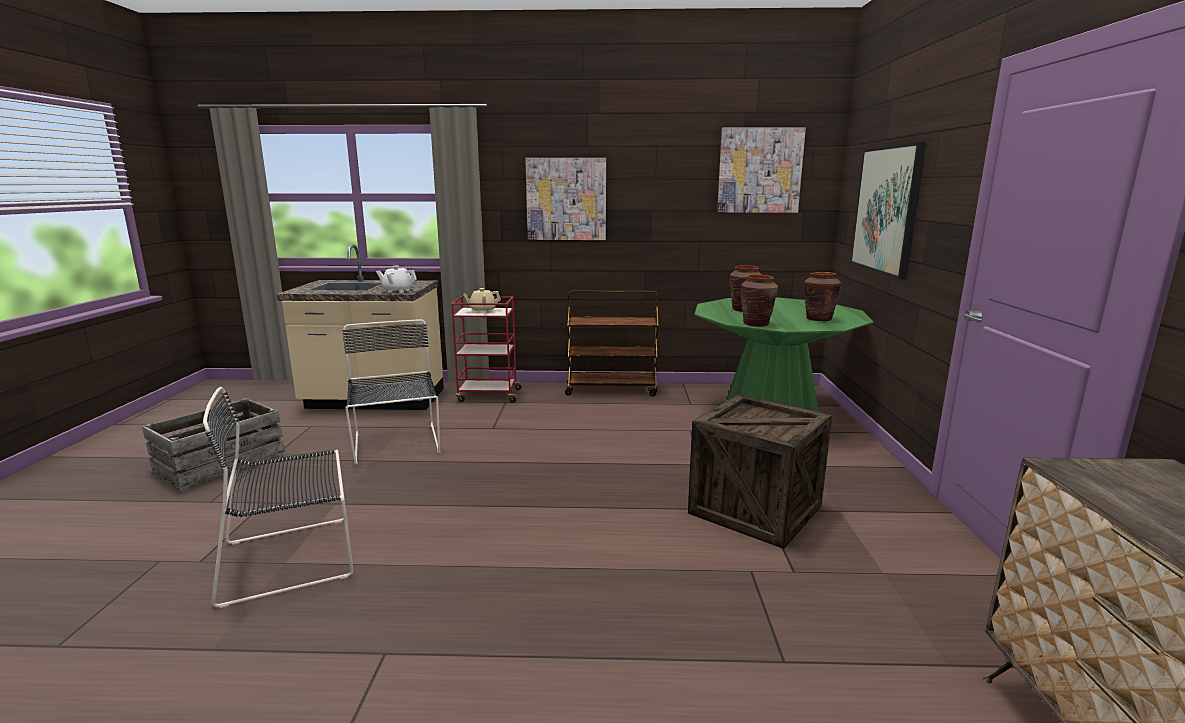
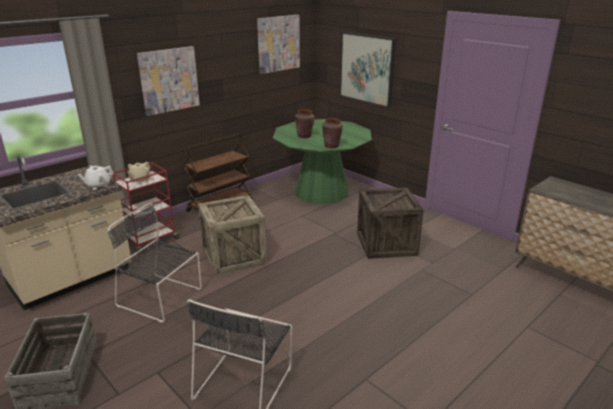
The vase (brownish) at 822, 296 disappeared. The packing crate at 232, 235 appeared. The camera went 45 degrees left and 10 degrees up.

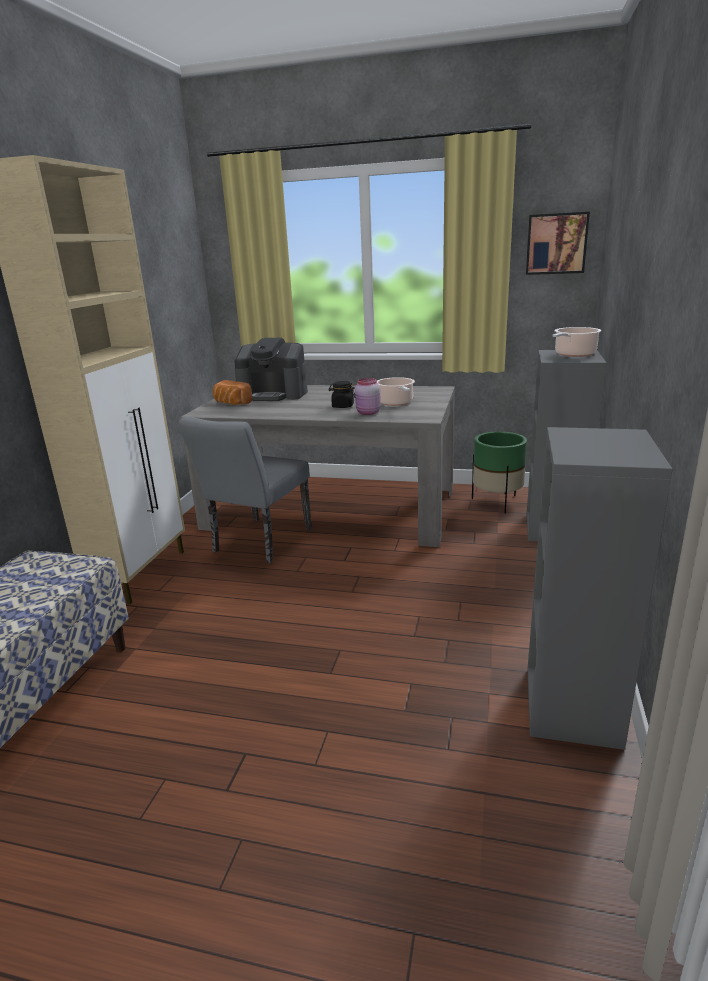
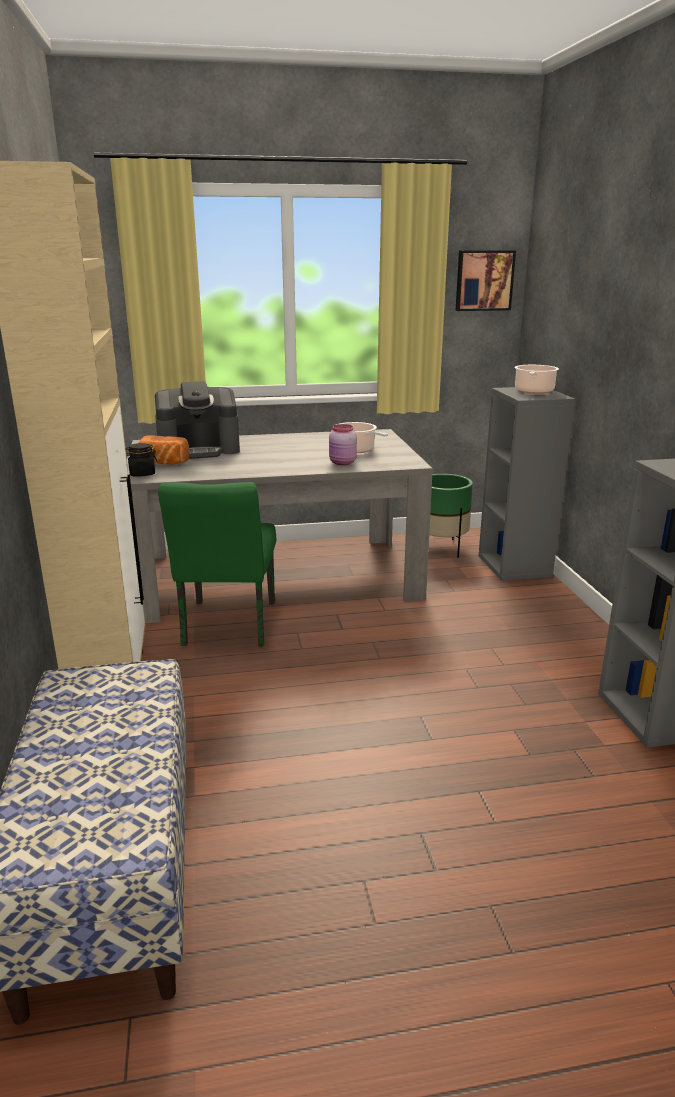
The jar (blackish) moved from 341, 394 to 142, 459. The upright chair (gray) at 245, 490 became the upright chair (greenish) at 217, 564. The camera went 25 degrees left and 0 degrees up.

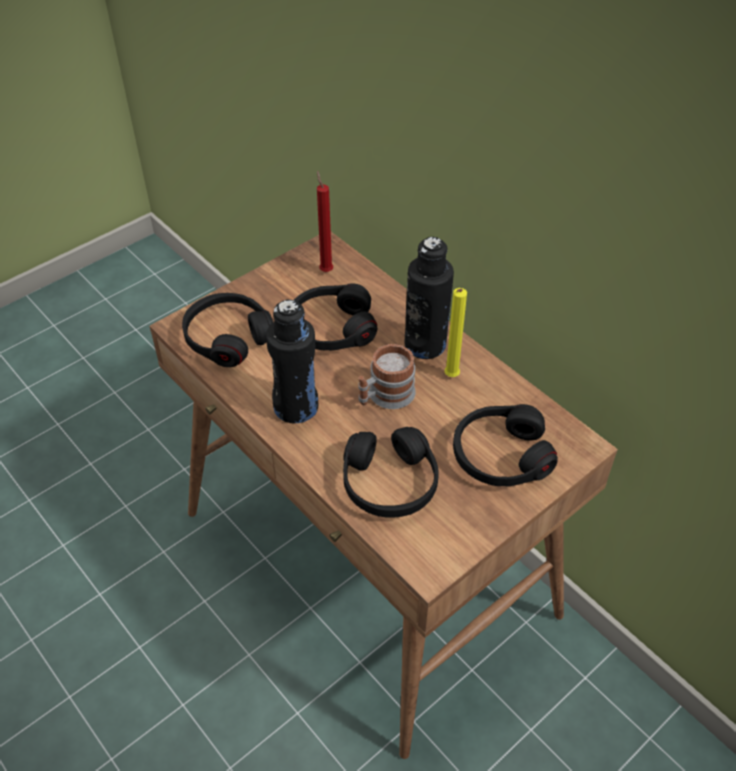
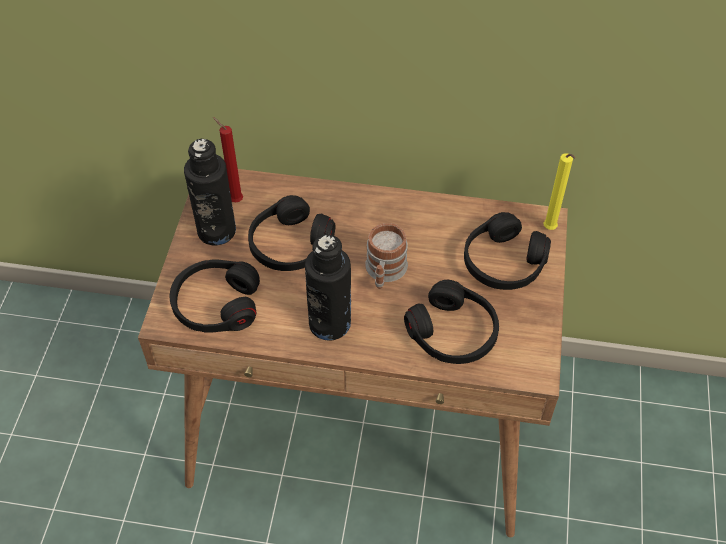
The bottle (blackish) moved from 429, 298 to 210, 192. The wax light (yellow) moved from 455, 332 to 559, 191. The camera went 40 degrees left and 5 degrees up.

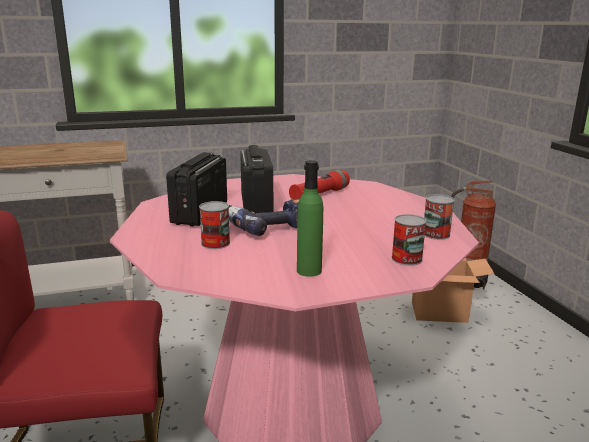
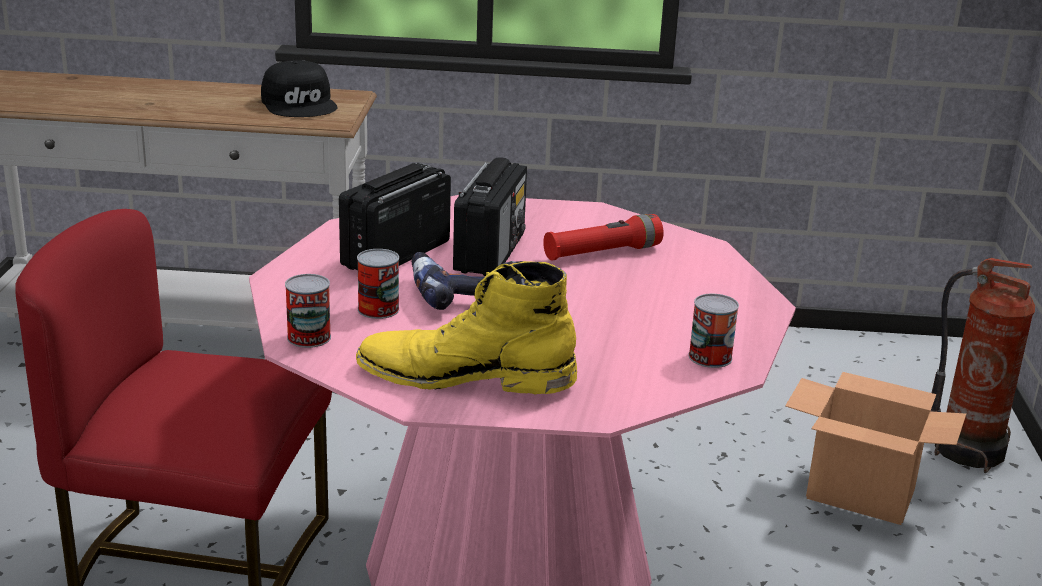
The peaked cap (blackish) at 299, 88 appeared. The can moved from 409, 240 to 308, 311. The bottle (greenish) at 310, 218 was replaced by the high-top boot (yellow) at 466, 328. The camera went 20 degrees right and 5 degrees up.

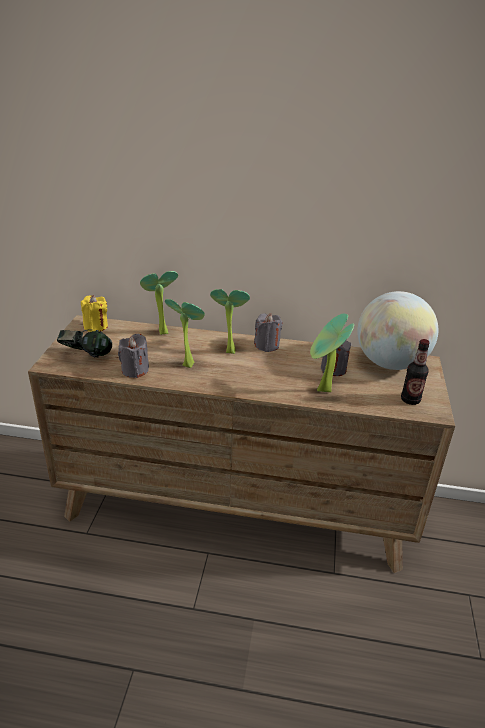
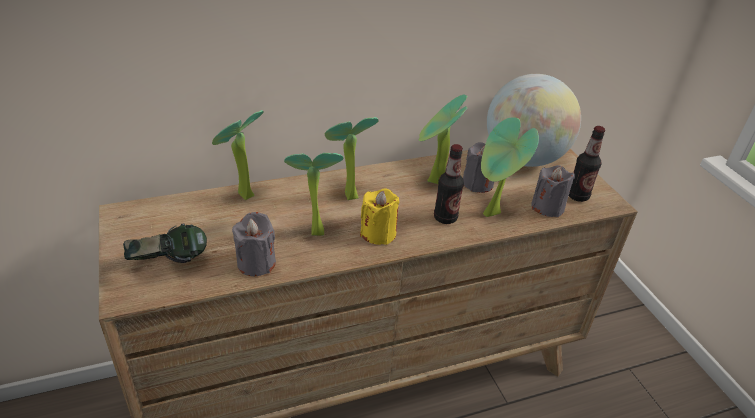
The plant in a pot at 443, 139 appeared. The bottle at 449, 184 appeared. The wax light (yellow) moved from 94, 313 to 380, 216. The wax light (gray) moved from 268, 333 to 553, 191. The camera went 30 degrees left and 5 degrees up.

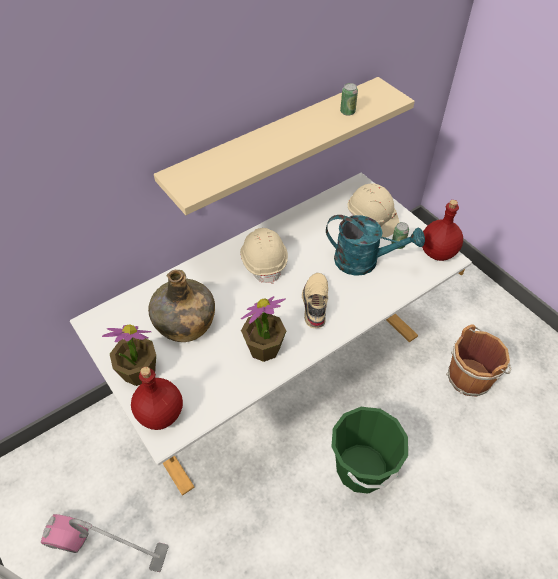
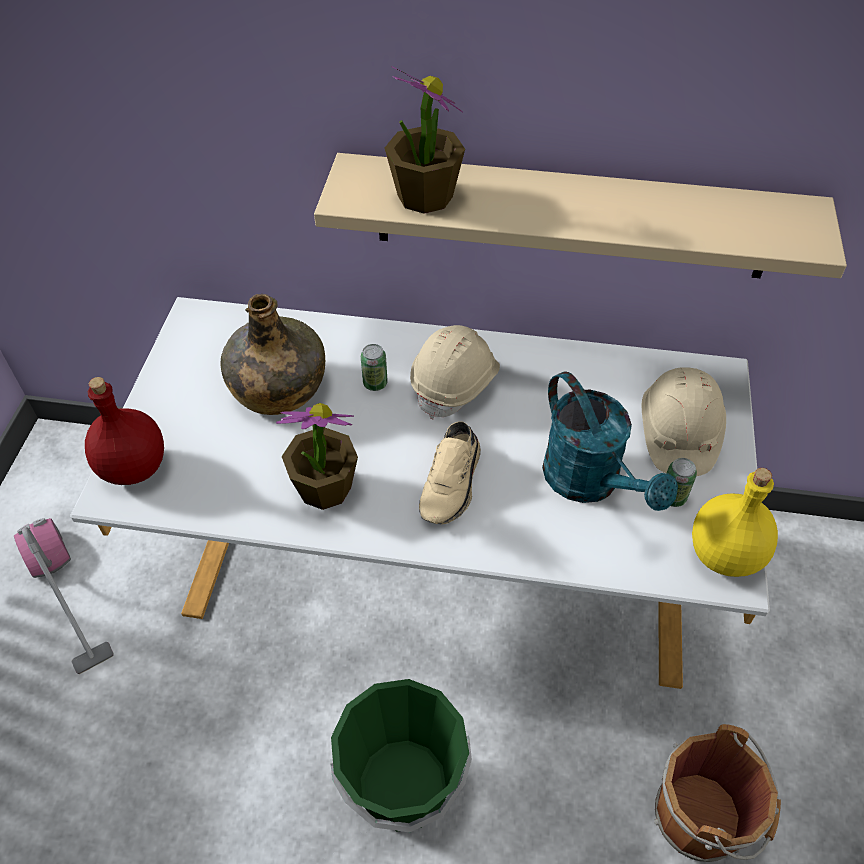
The plant in a pot moved from 129, 355 to 425, 140. The can moved from 349, 99 to 374, 367. The bottle (red) at 442, 230 became the bottle (yellow) at 735, 522. The shoe (beige) at 315, 300 turned 150 degrees clockwise. The camera went 45 degrees right and 0 degrees up.

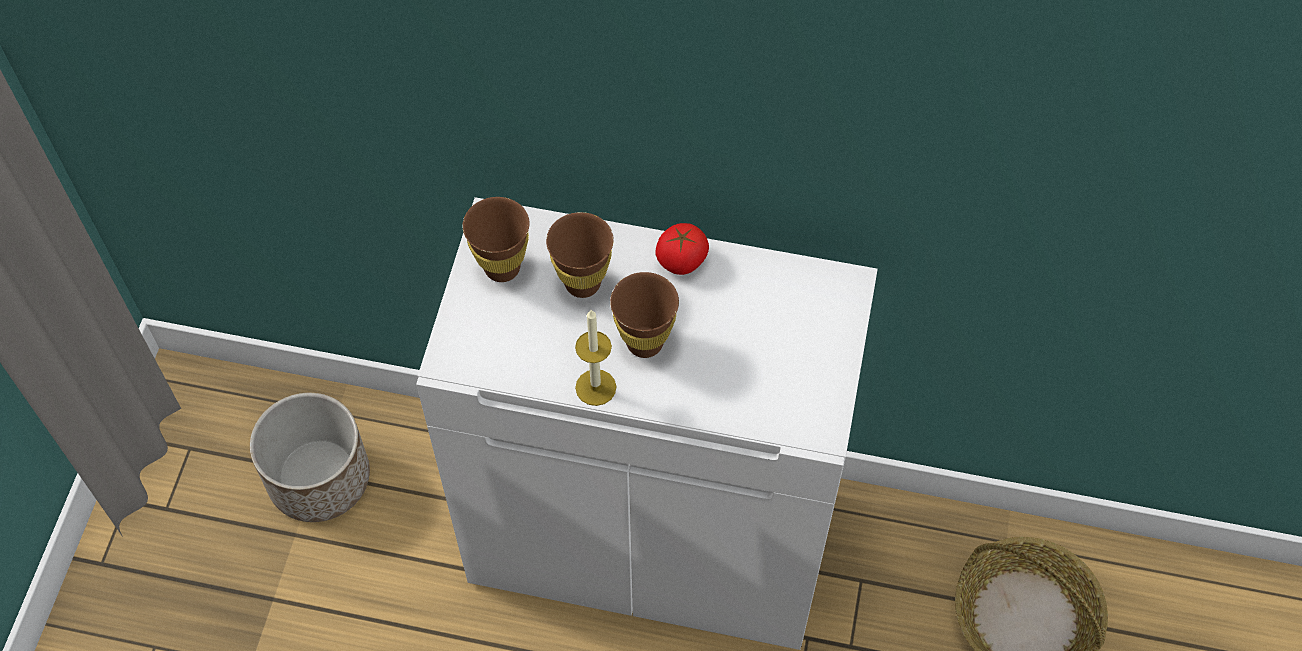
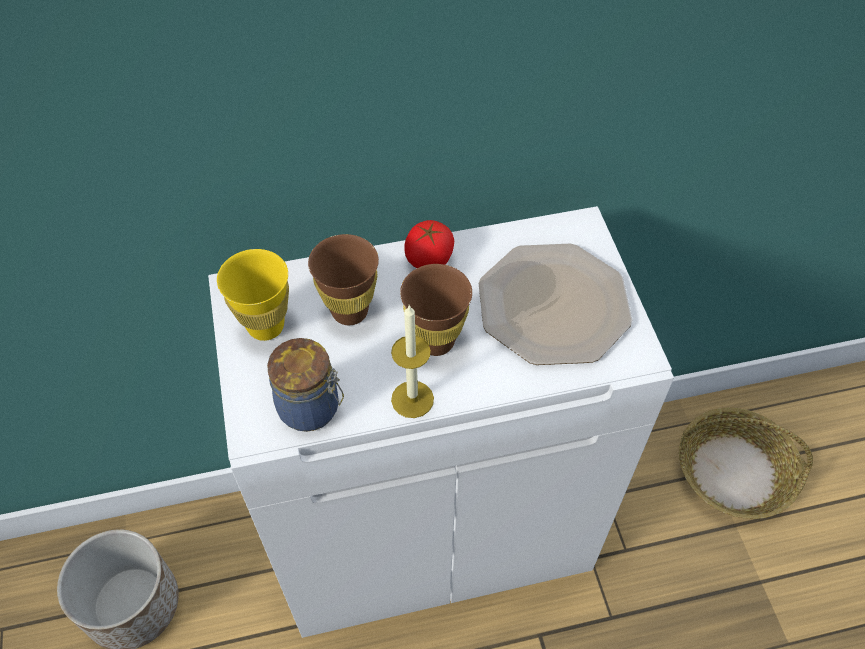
The jar at 305, 385 appeared. The flat dish at 556, 304 appeared. The drinking cup (brownish) at 496, 239 became the drinking cup (yellow) at 253, 295. The camera went 25 degrees left and 5 degrees down.

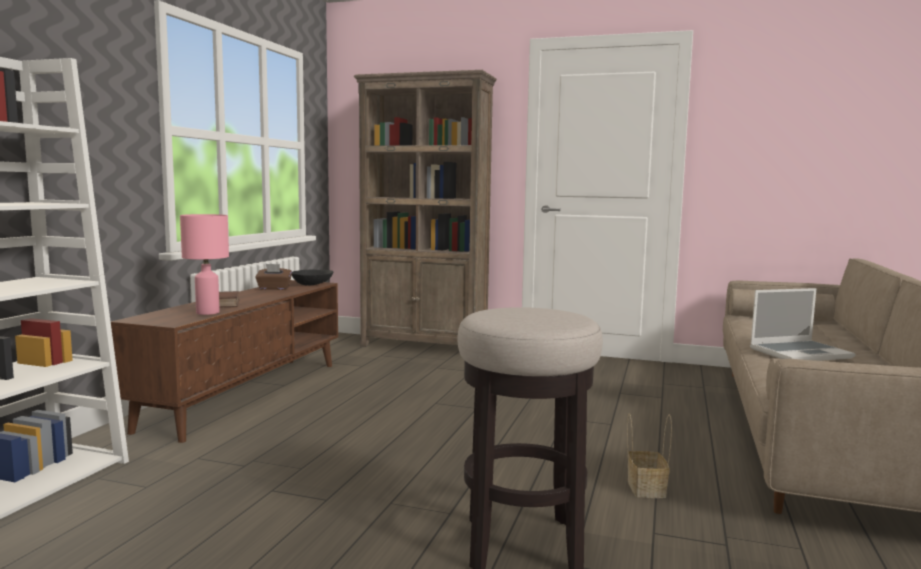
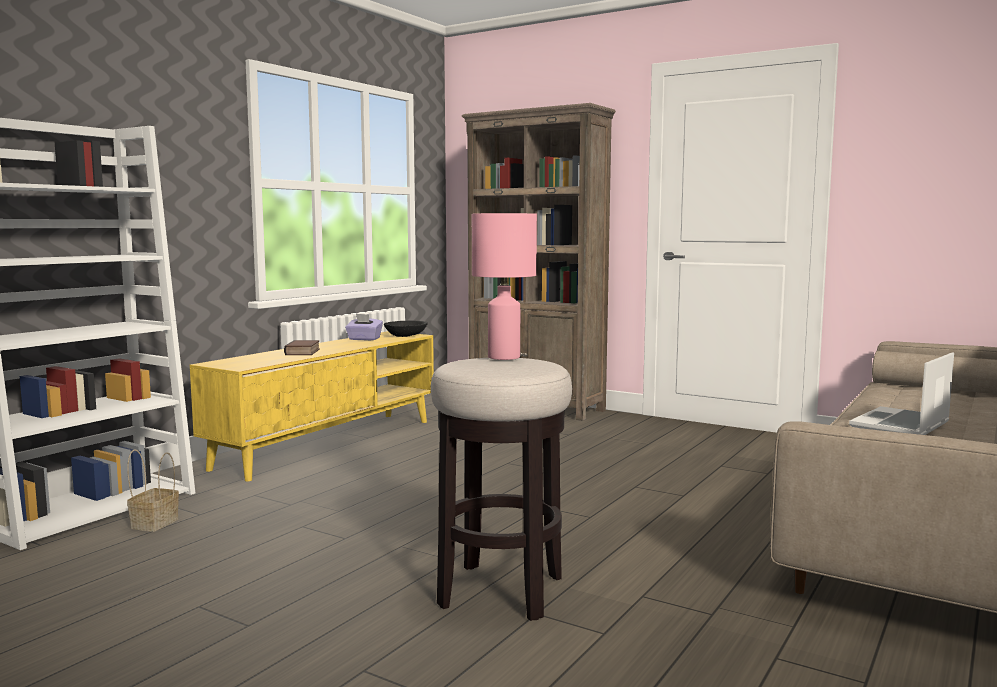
The table lamp (pink-coloured) moved from 204, 264 to 504, 286. The storage basket moved from 649, 455 to 153, 490. The tv unit (brownish) at 224, 361 became the tv unit (yellow) at 312, 406. The tissue box (brownish) at 273, 277 became the tissue box (purple-coloured) at 364, 327. The laptop at 803, 324 turned 135 degrees clockwise. The camera went 15 degrees right and 0 degrees up.

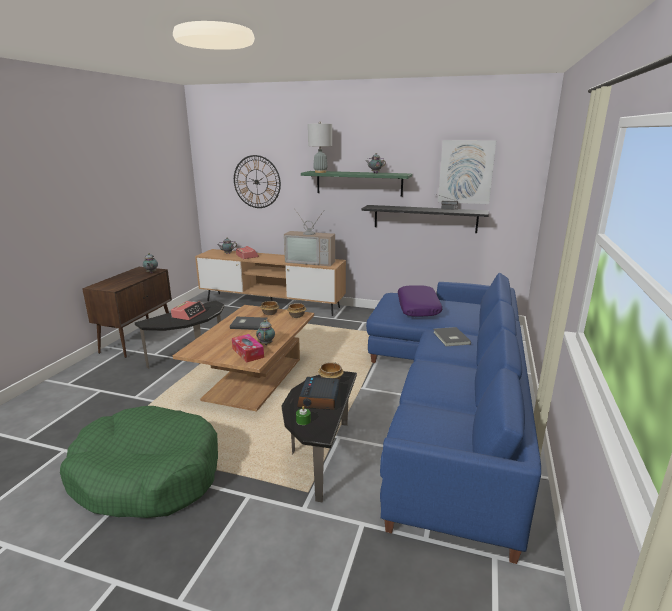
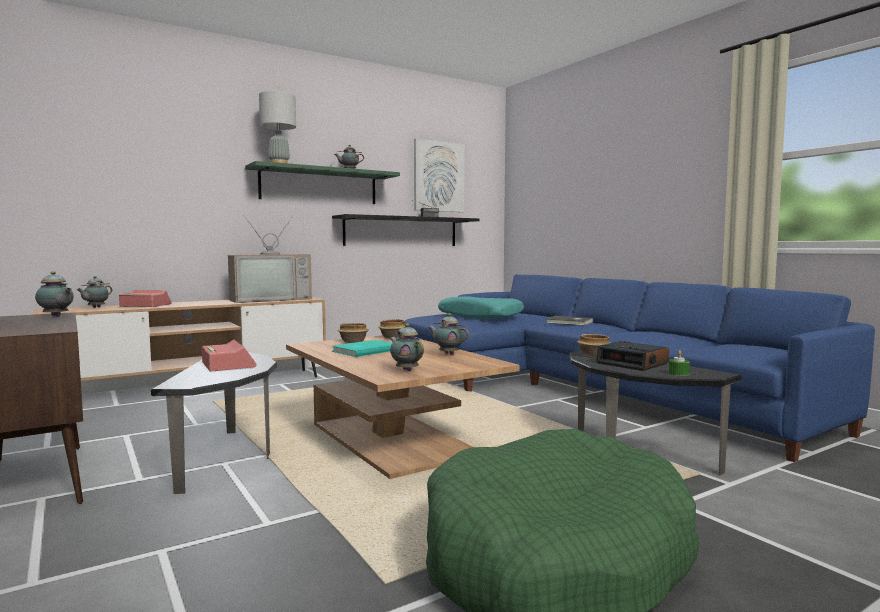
The tissue box at 248, 348 disappeared. The clock on the wall at 257, 181 disappeared. The teapot at 407, 347 appeared. The bound book (gray) at 248, 323 became the bound book (blue-green) at 362, 348. The throw pillow (purple-coloured) at 420, 301 became the throw pillow (blue-green) at 481, 308. The camera went 50 degrees left and 15 degrees down.

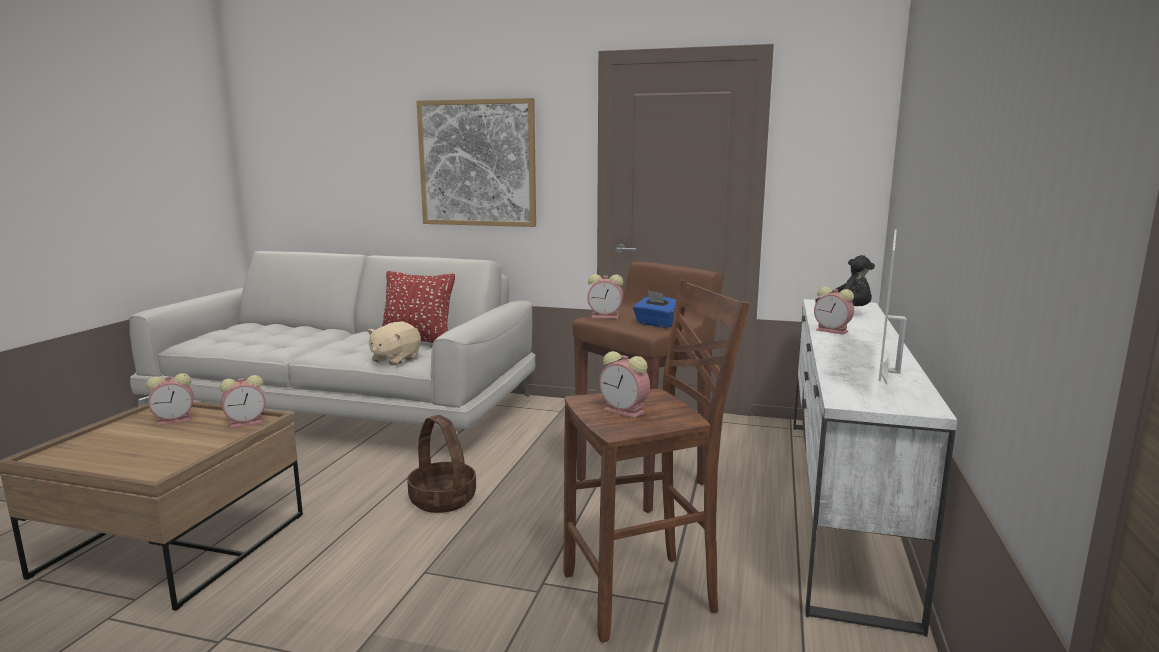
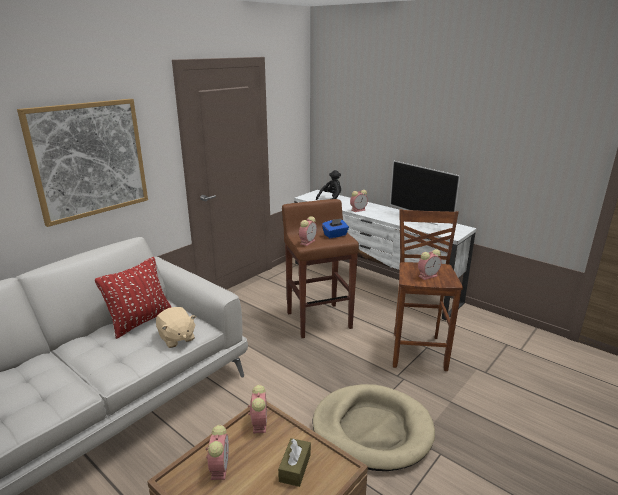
The storage basket at 441, 464 disappeared. The tissue box (brownish) at 294, 462 appeared. The pet bed (beige) at 373, 427 appeared. The camera went 65 degrees left and 10 degrees up.

